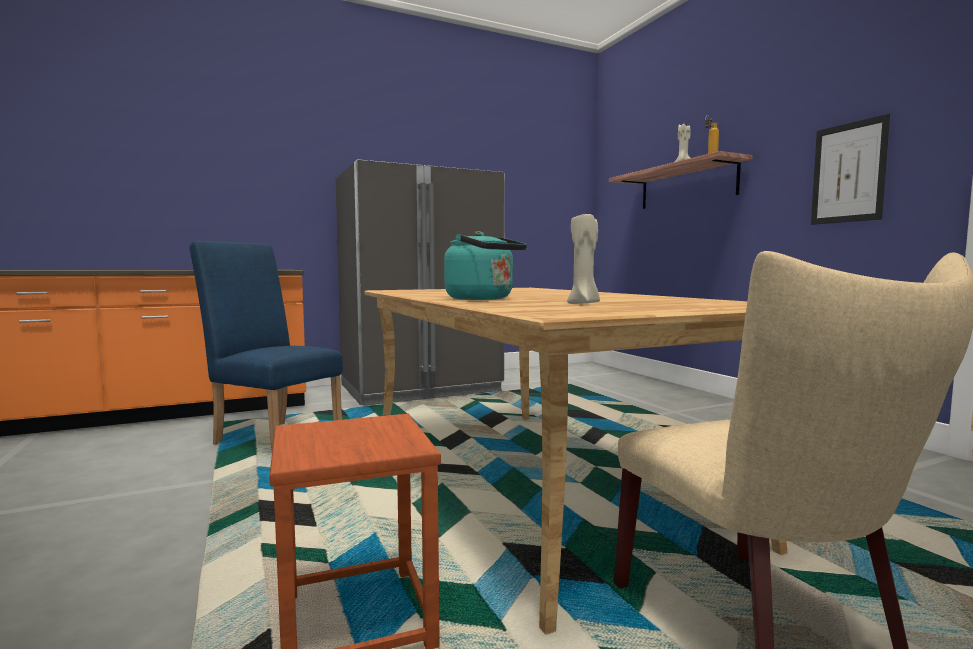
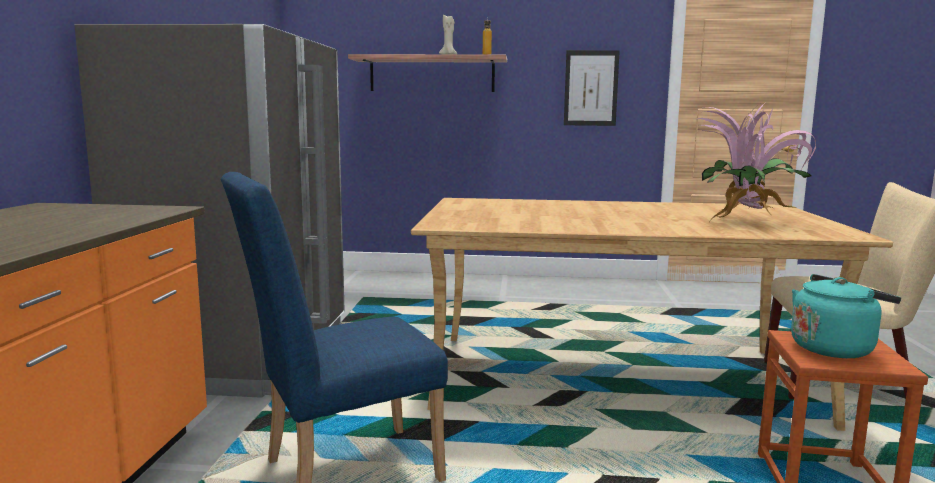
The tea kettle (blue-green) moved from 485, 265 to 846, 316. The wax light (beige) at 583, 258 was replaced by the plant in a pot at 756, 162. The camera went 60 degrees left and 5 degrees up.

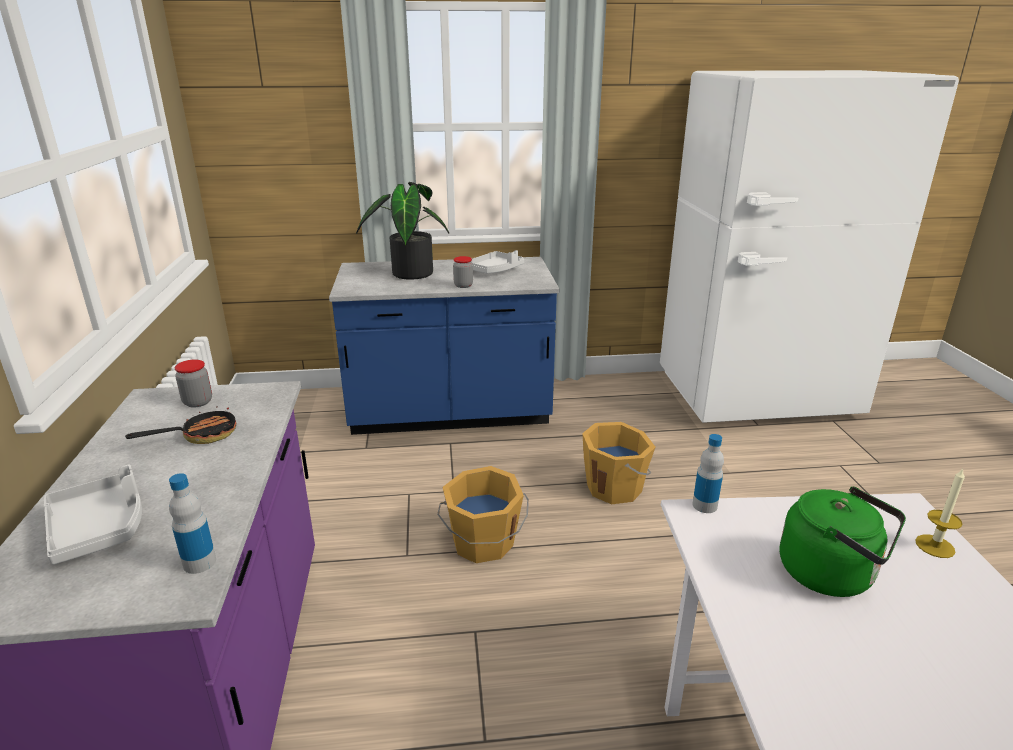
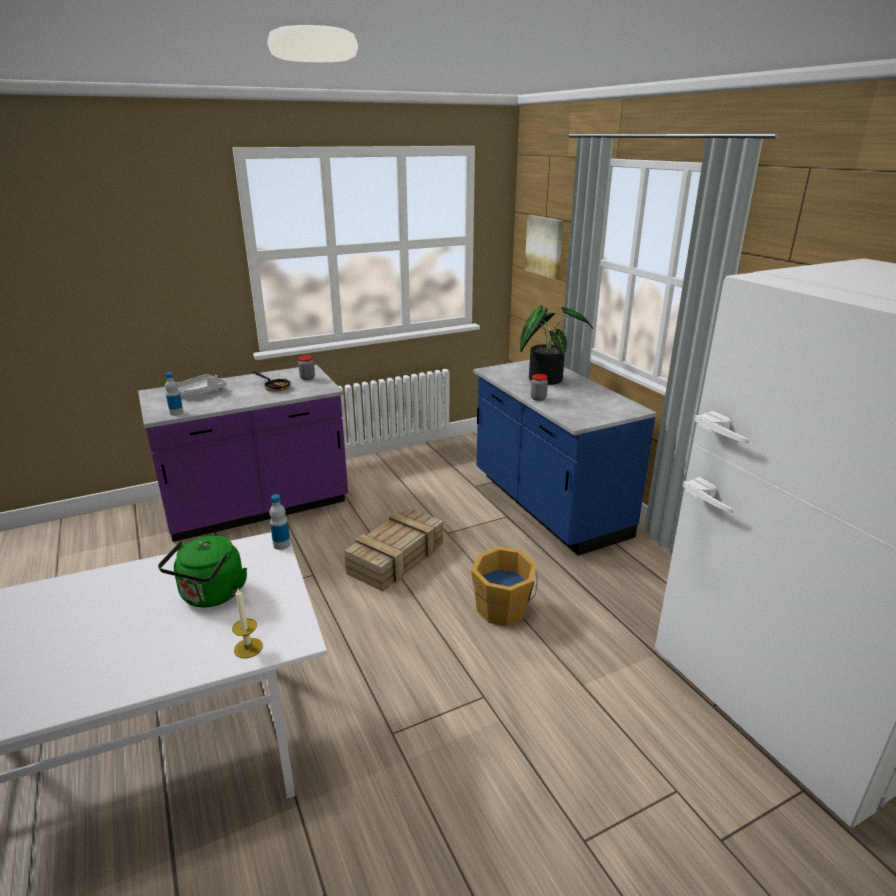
The tray (gray) at 497, 261 disappeared. The wall picture at 544, 247 appeared. The pail (orange) at 483, 514 was replaced by the packing crate at 393, 550. The camera went 70 degrees right and 0 degrees up.

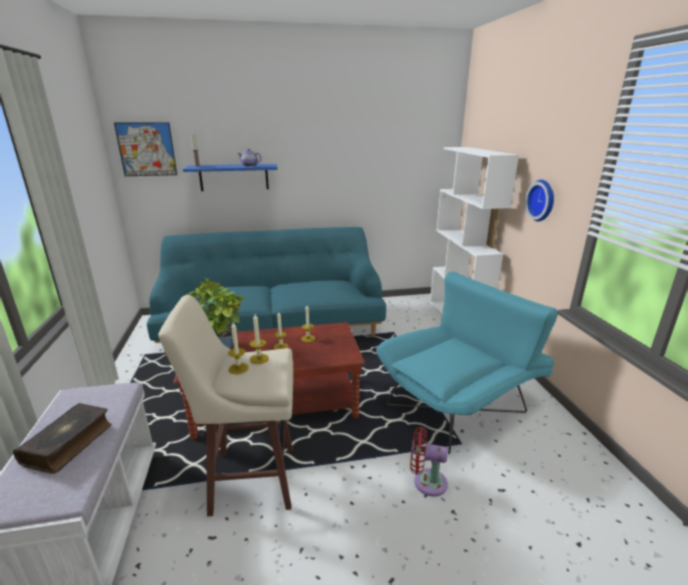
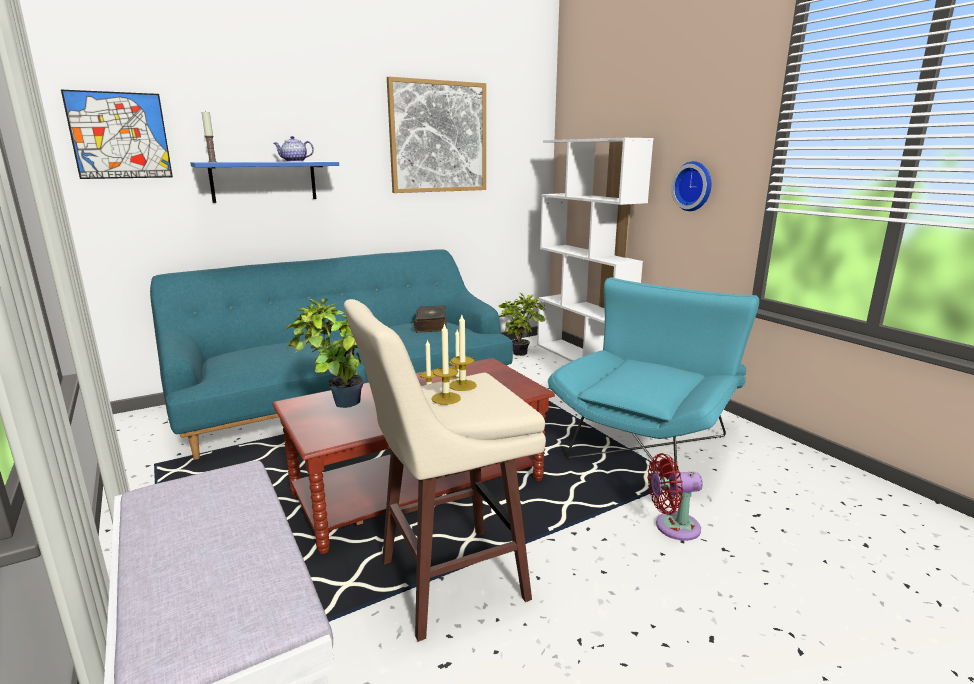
The wall picture at 436, 135 appeared. The plant in a pot at 522, 324 appeared. The bound book moved from 62, 438 to 430, 318. The camera went 20 degrees left and 5 degrees down.

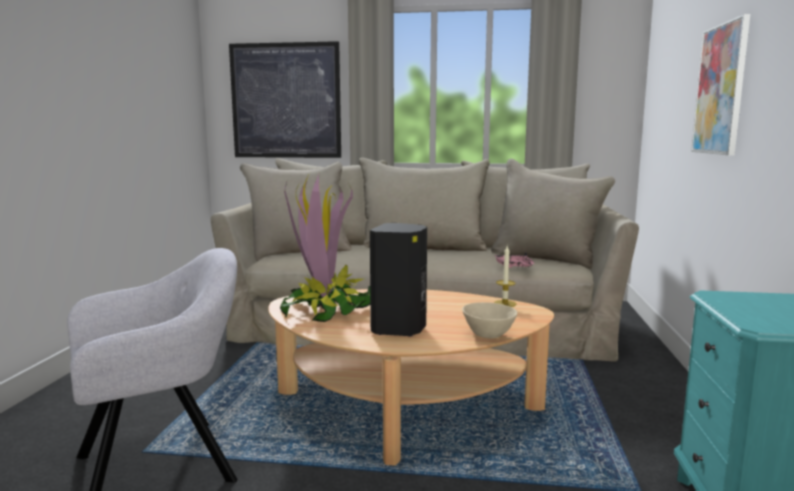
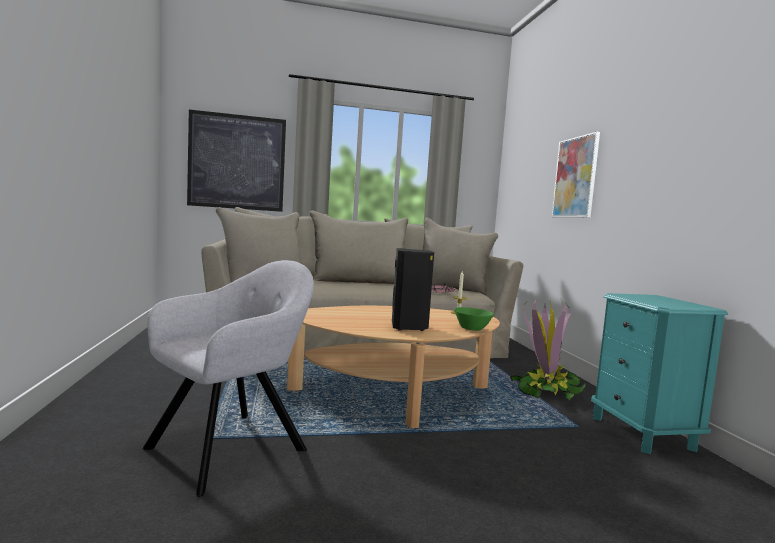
The plant in a pot moved from 325, 247 to 548, 349. The serving bowl (beige) at 489, 320 became the serving bowl (greenish) at 474, 319. The camera went 20 degrees left and 5 degrees down.

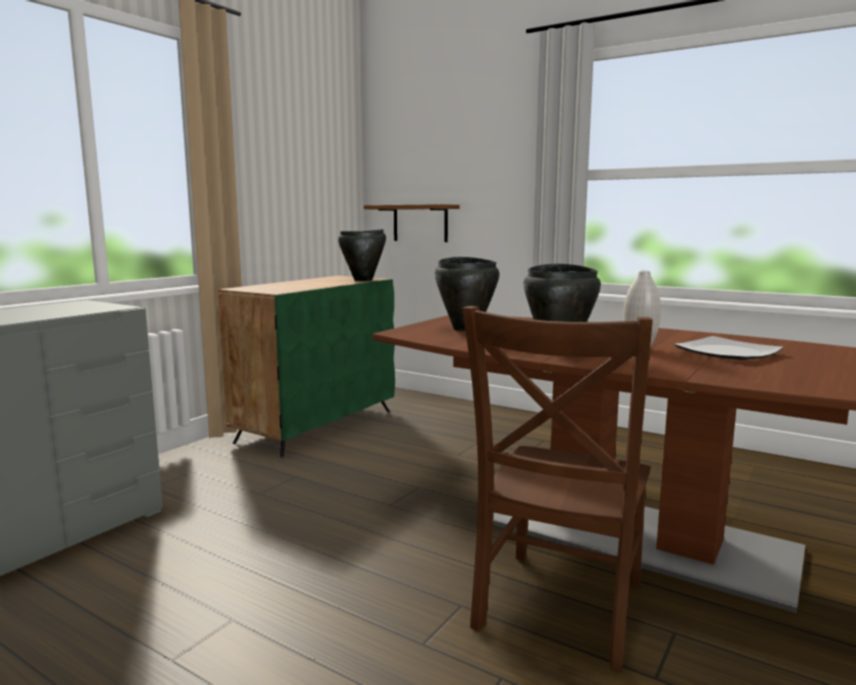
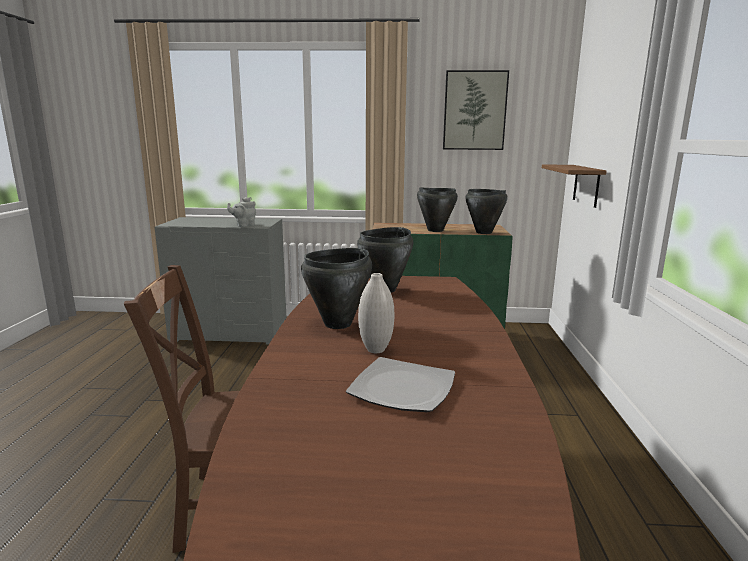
The teapot (gray) at 241, 212 appeared. The stockpot (blackish) at 437, 209 appeared. The wall picture at 476, 110 appeared. The camera went 60 degrees right and 5 degrees up.

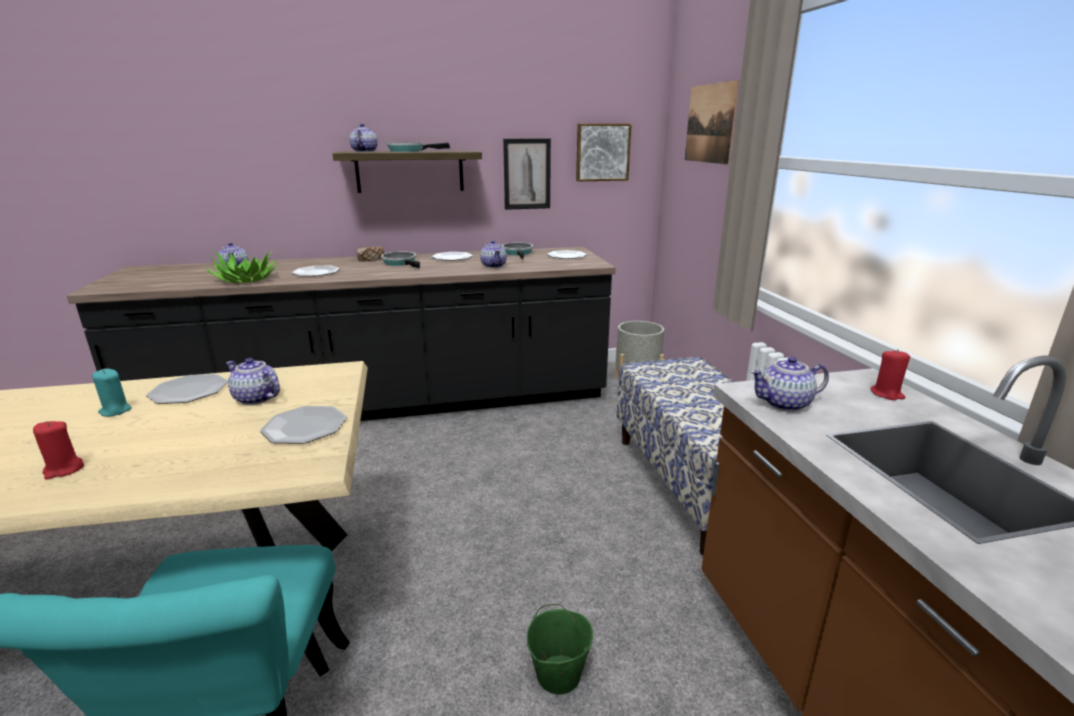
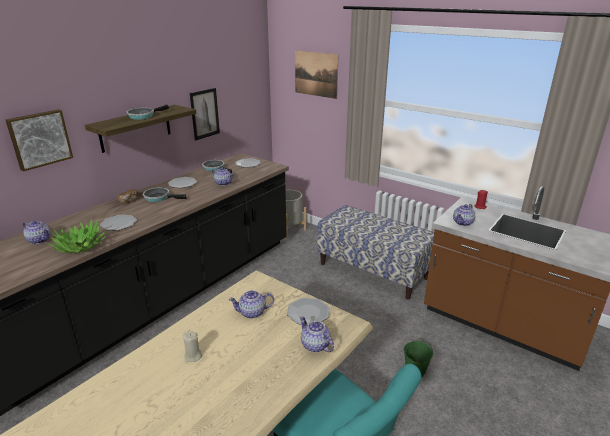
The wax light (red) at 58, 450 disappeared. The flat dish at 187, 389 disappeared. The teapot moved from 363, 138 to 317, 334. The wall picture moved from 604, 152 to 39, 140. The wax light (blue-green) at 112, 393 became the wax light (beige) at 193, 346. The camera went 40 degrees left and 5 degrees up.

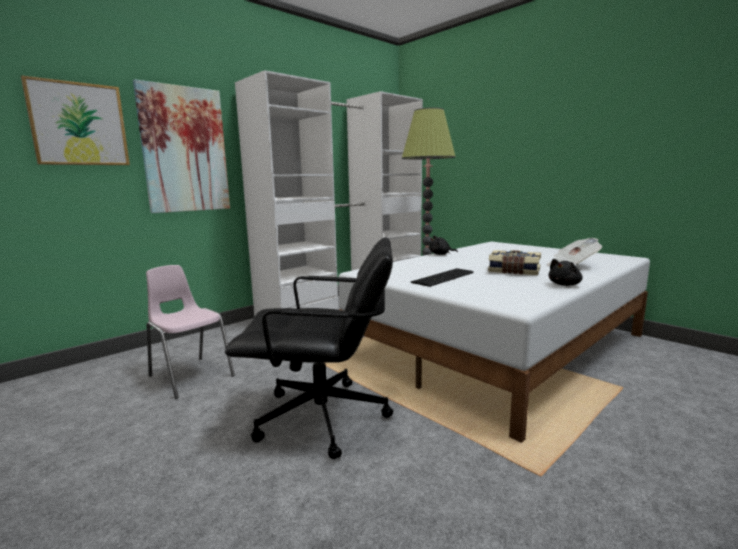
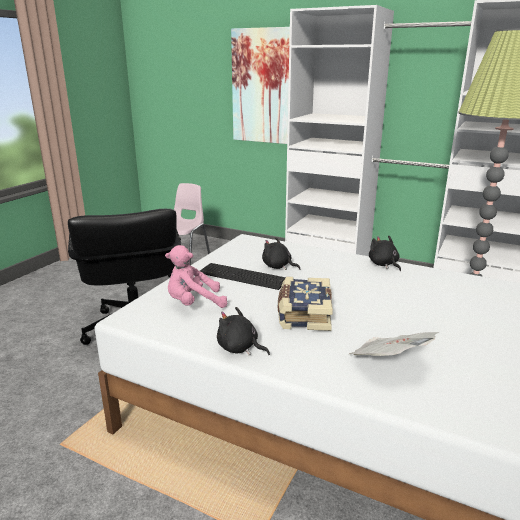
The wall picture at 75, 120 disappeared. The cuddly toy (pink-coloured) at 196, 276 appeared. The cuddly toy (blackish) at 281, 253 appeared. The camera went 70 degrees right and 10 degrees up.

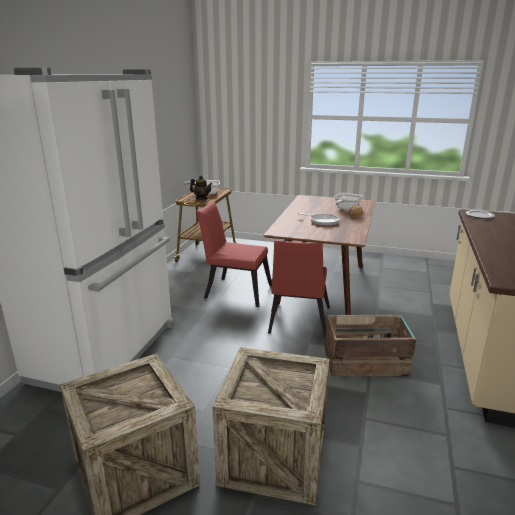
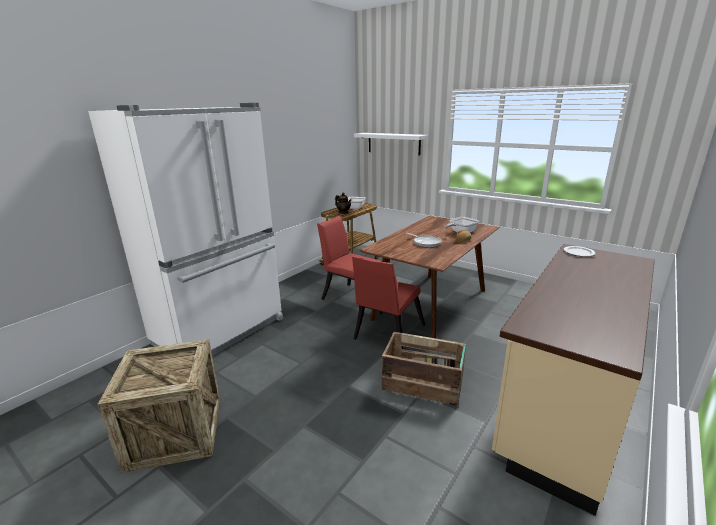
The packing crate at 271, 426 disappeared. The bracket shelf (whitish) at 391, 144 appeared. The camera went 20 degrees right and 0 degrees up.

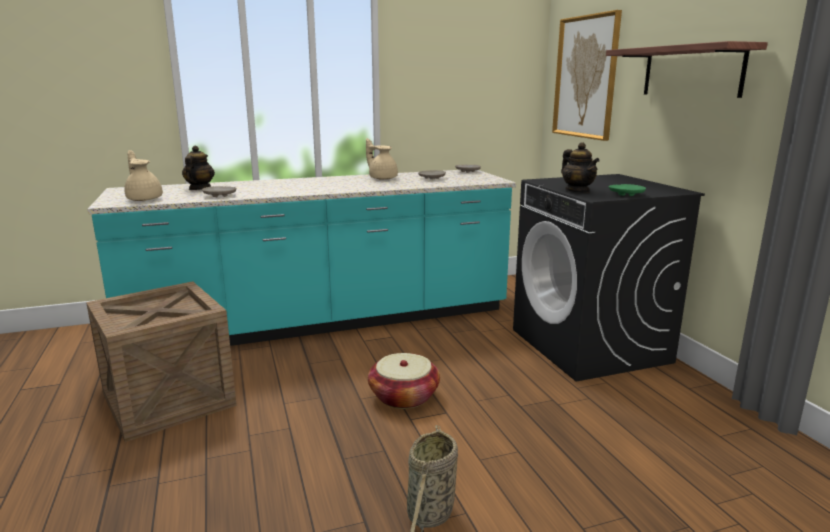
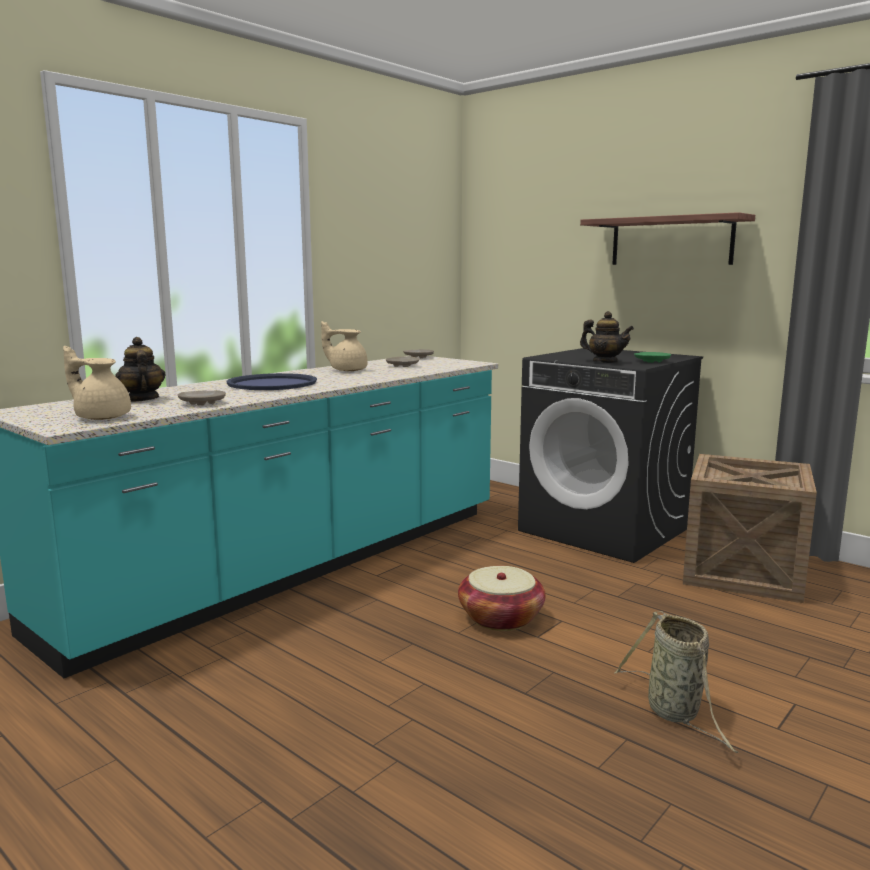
The wall picture at 587, 75 disappeared. The tray (bluish) at 271, 381 appeared. The packing crate moved from 161, 361 to 750, 528. The camera went 30 degrees left and 5 degrees down.

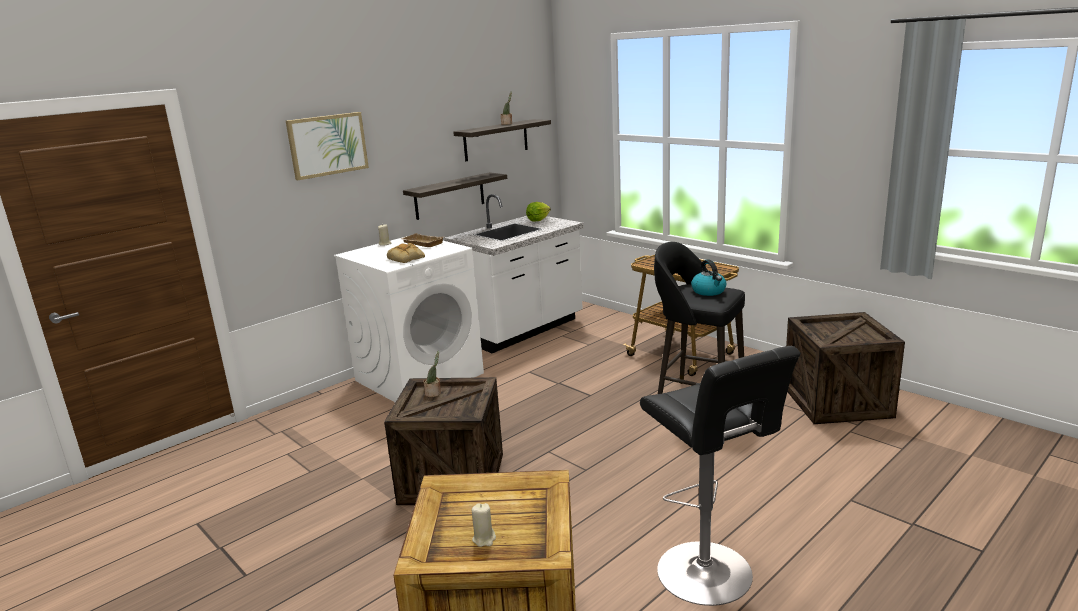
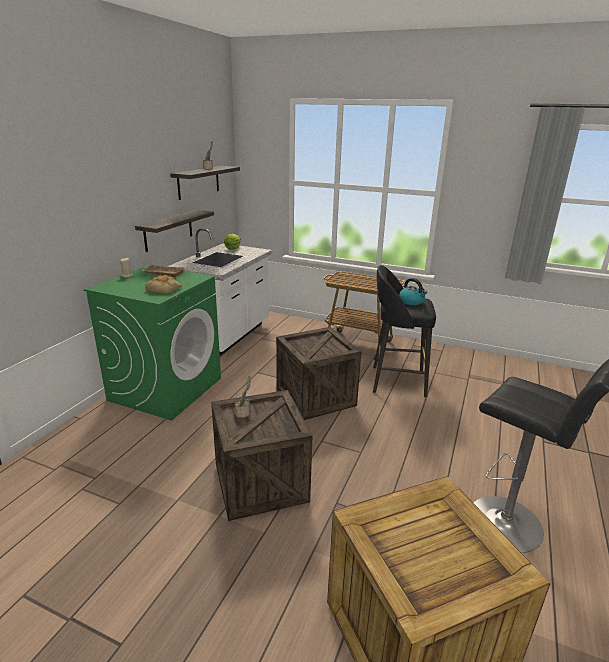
The wall picture at 327, 146 disappeared. The wax light (beige) at 484, 525 disappeared. The packing crate moved from 845, 368 to 318, 373. The laundry machine (whitish) at 409, 319 became the laundry machine (greenish) at 152, 342. The camera went 25 degrees left and 5 degrees up.

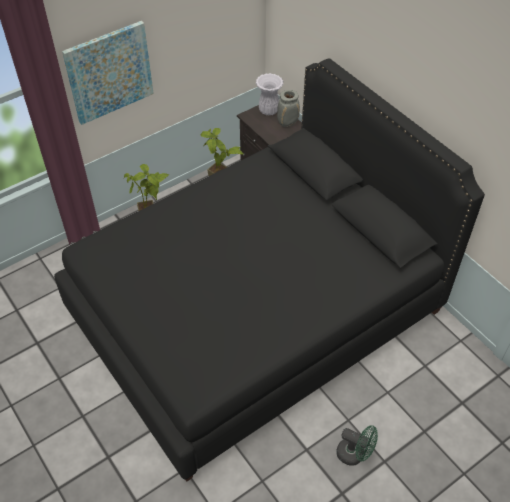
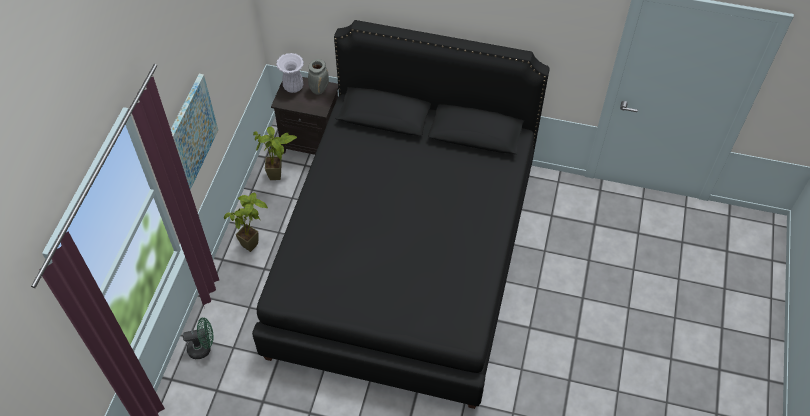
The cooling fan (greenish) moved from 357, 445 to 198, 338. The camera went 40 degrees left and 5 degrees up.

